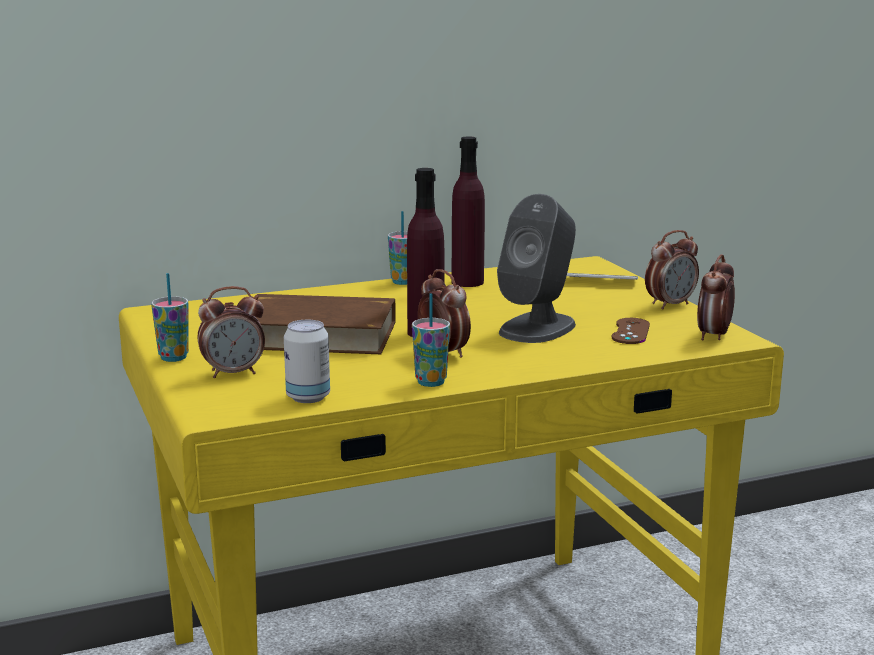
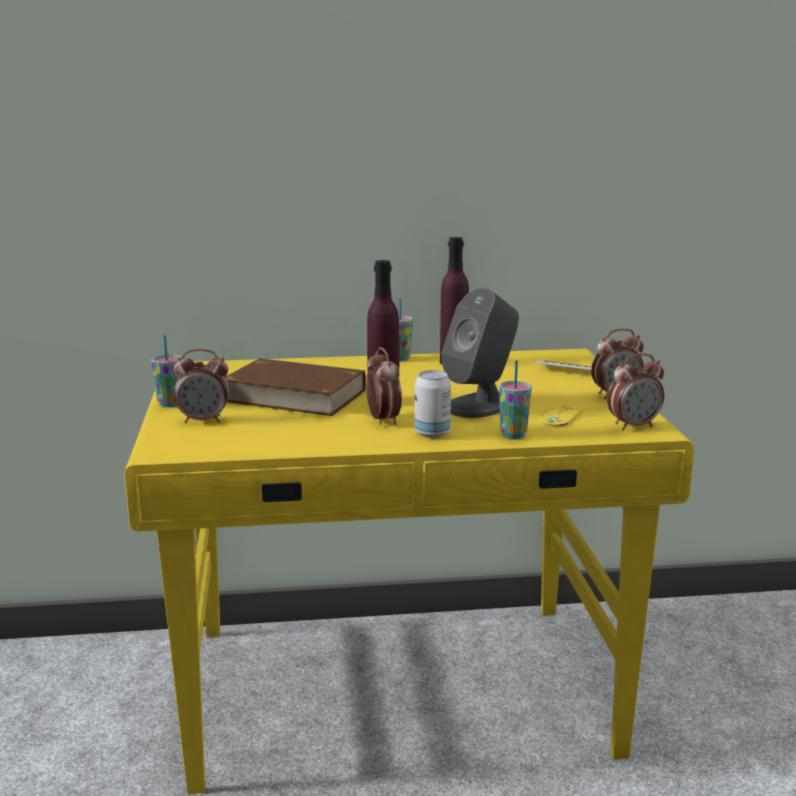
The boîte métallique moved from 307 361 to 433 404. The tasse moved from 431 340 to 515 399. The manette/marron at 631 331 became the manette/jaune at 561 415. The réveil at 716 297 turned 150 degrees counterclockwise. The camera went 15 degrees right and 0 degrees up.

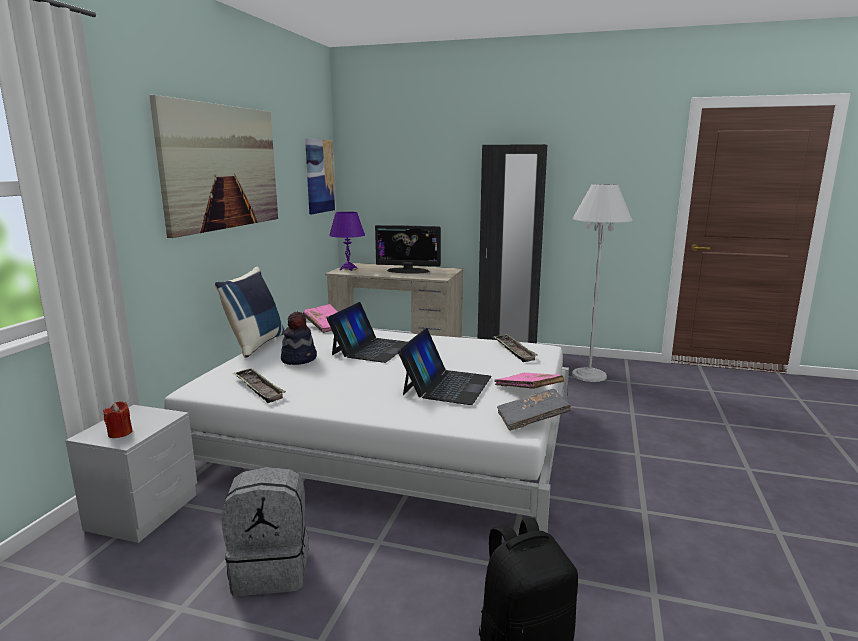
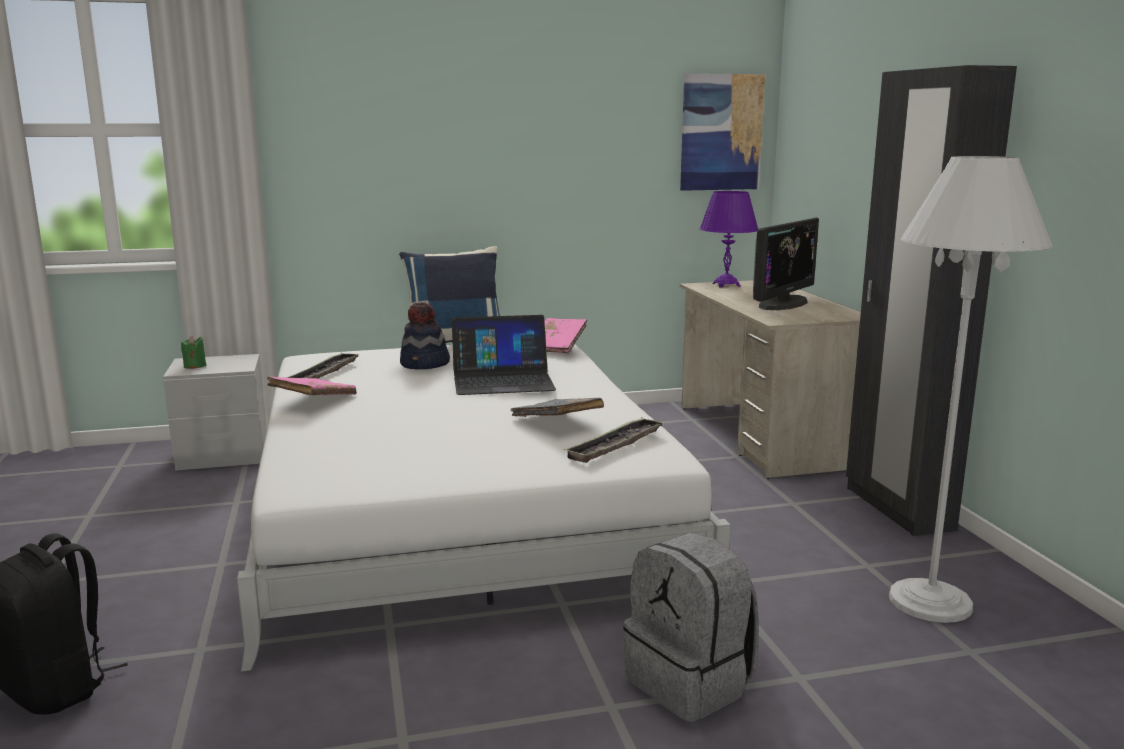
The tableau at 213 166 disappeared. The ordinateur portable at 445 366 disappeared. The sac à dos/gris moved from 265 531 to 691 627. The livre/rose moved from 529 381 to 312 386. The livre/gris moved from 534 410 to 557 407. The bougie/rouge at 118 419 became the bougie/vert at 193 352. The écran d'ordinateur at 408 249 turned 120 degrees counterclockwise. The camera went 60 degrees right and 0 degrees up.

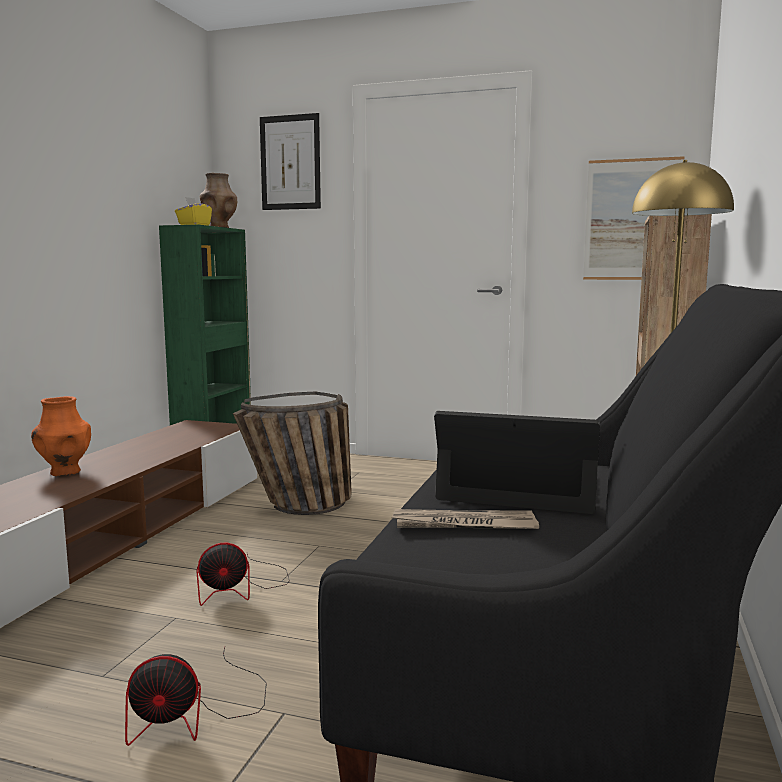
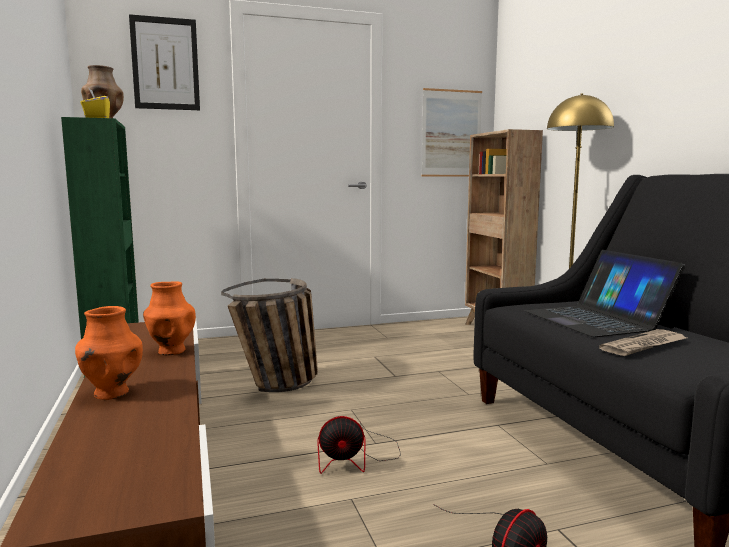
The vase/orange at 169 318 appeared. The ventilateur at 243 574 turned 45 degrees clockwise. The ordinateur portable at 517 462 turned 90 degrees counterclockwise. The camera went 35 degrees left and 0 degrees up.

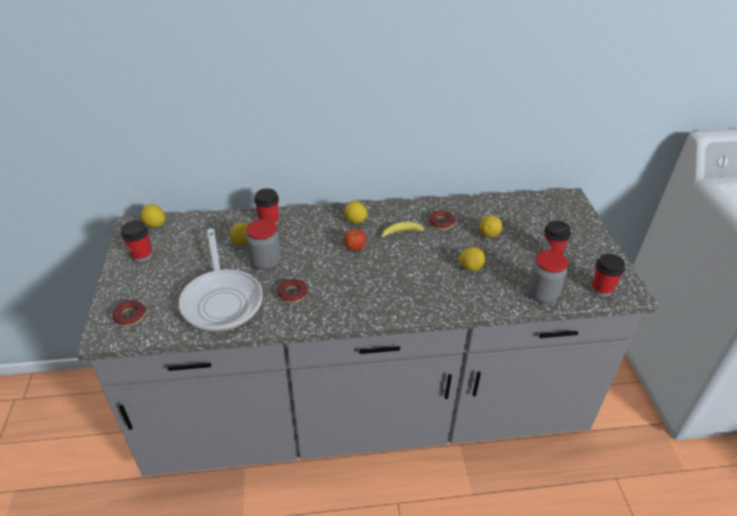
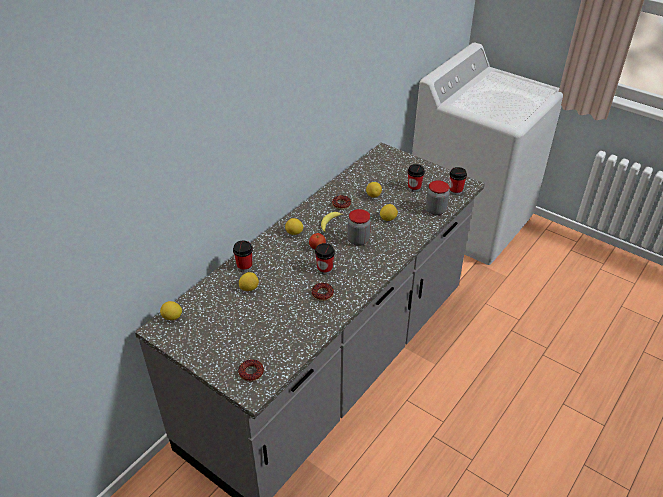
The poêle at 221 280 disappeared. The tasse moved from 136 241 to 325 258. The bocal moved from 263 244 to 359 227. The camera went 45 degrees left and 0 degrees up.

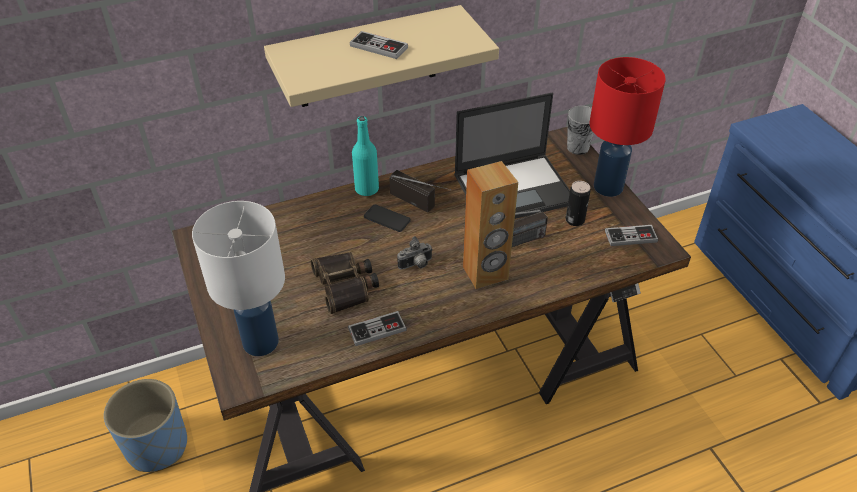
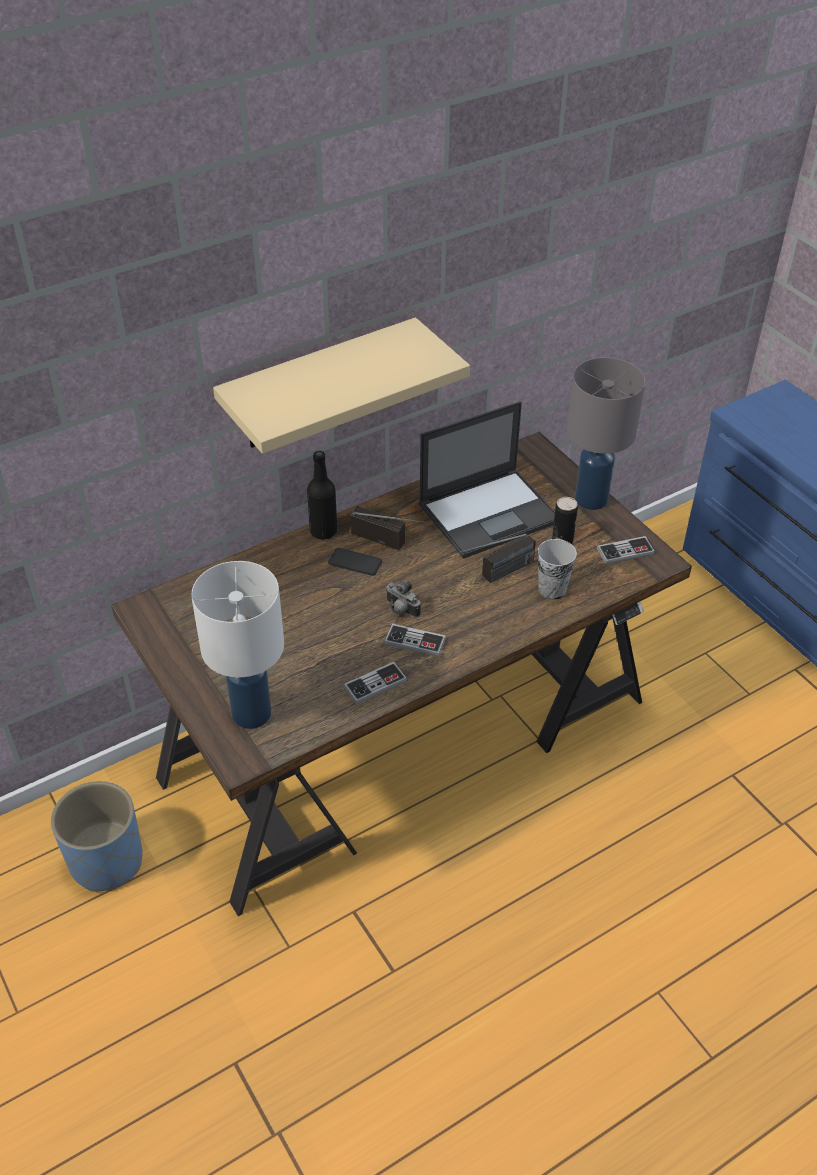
The jumelles at 345 283 disappeared. The enceinte/marron at 490 225 disappeared. The manette moved from 379 45 to 415 640. The tasse moved from 580 130 to 557 569. The bouteille/turquoise at 365 156 became the bouteille/noir at 322 495. The lampe de table/rouge at 627 127 became the lampe de table/gris at 606 433. The appareil photo at 415 253 turned 75 degrees clockwise. The camera went 10 degrees left and 0 degrees up.

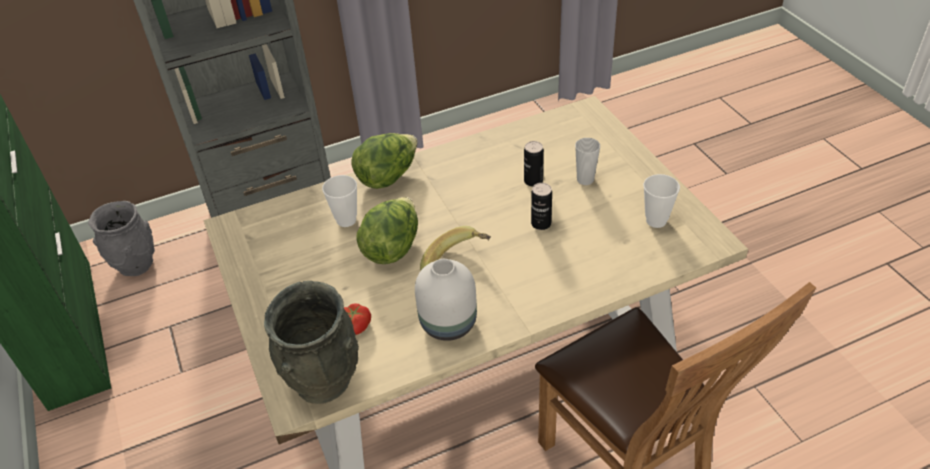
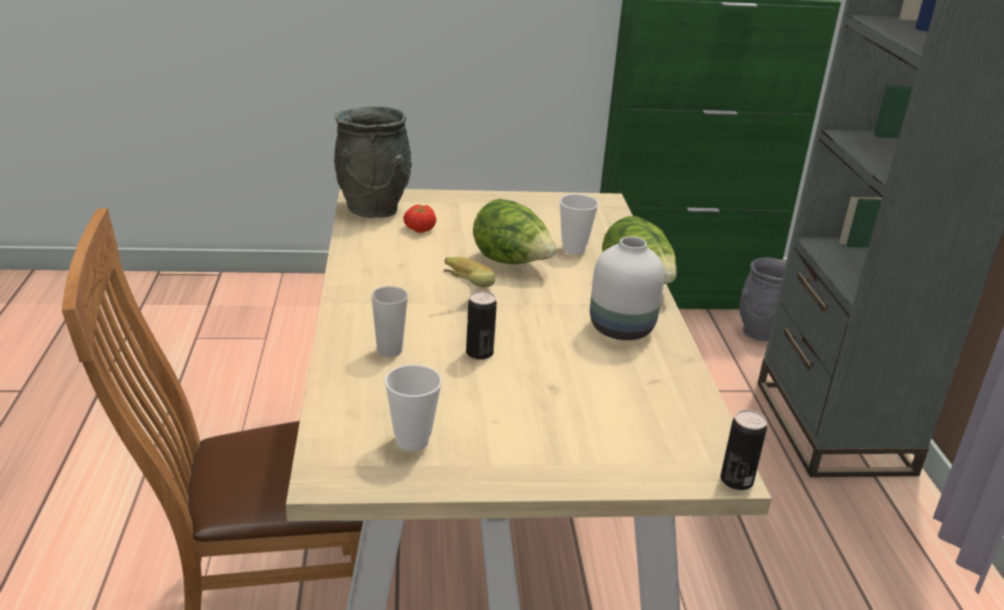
The vase/blanc moved from 446 300 to 627 288. The boîte métallique moved from 534 164 to 743 450. The tasse moved from 587 161 to 389 321. The camera went 105 degrees right and 15 degrees down.

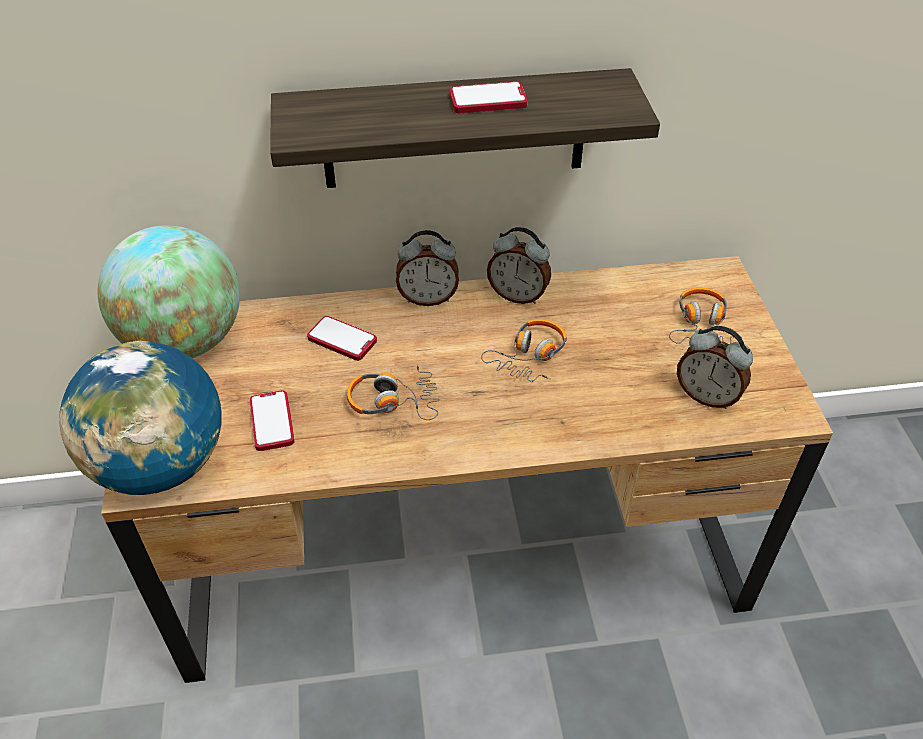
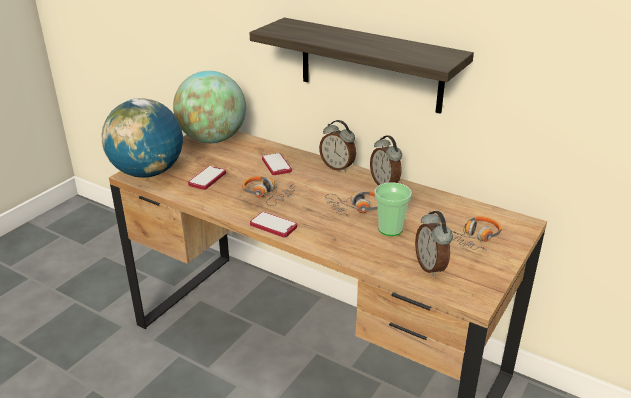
The tasse at 393 209 appeared. The téléphone moved from 488 97 to 273 225. The camera went 40 degrees right and 15 degrees down.

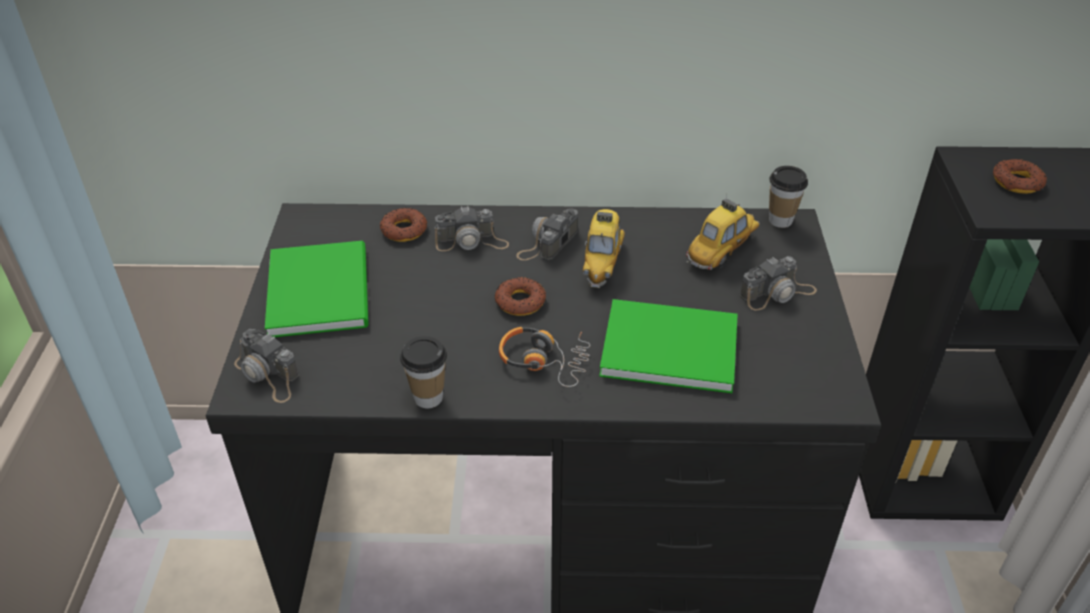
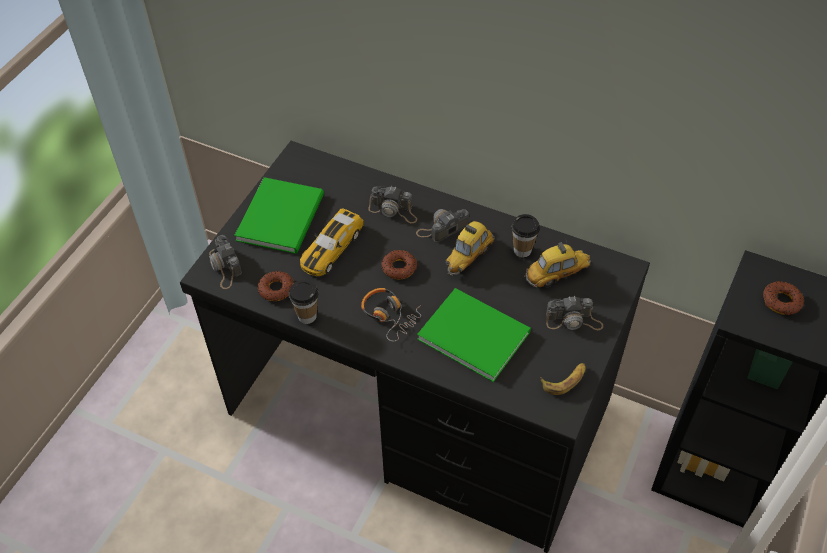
The petite voiture at 332 242 appeared. The banane at 563 379 appeared. The beignet moved from 403 225 to 276 286. The tasse moved from 788 197 to 525 236. The camera went 25 degrees right and 10 degrees up.

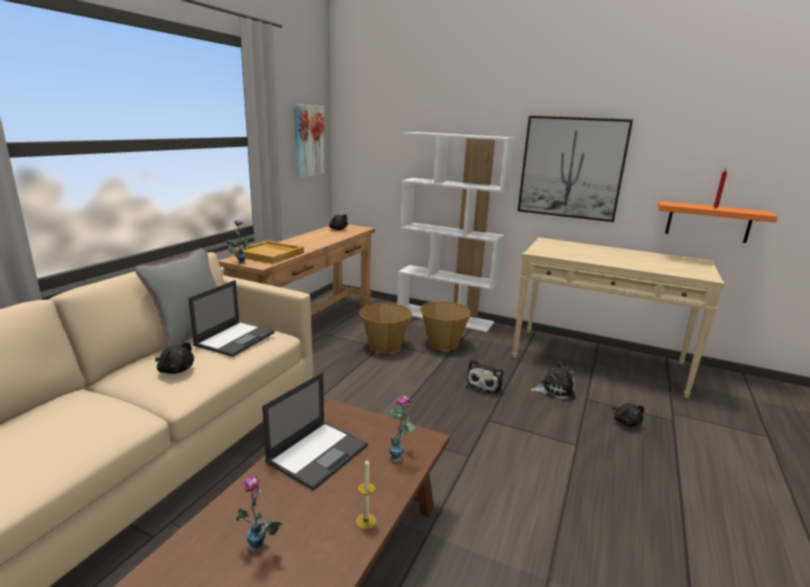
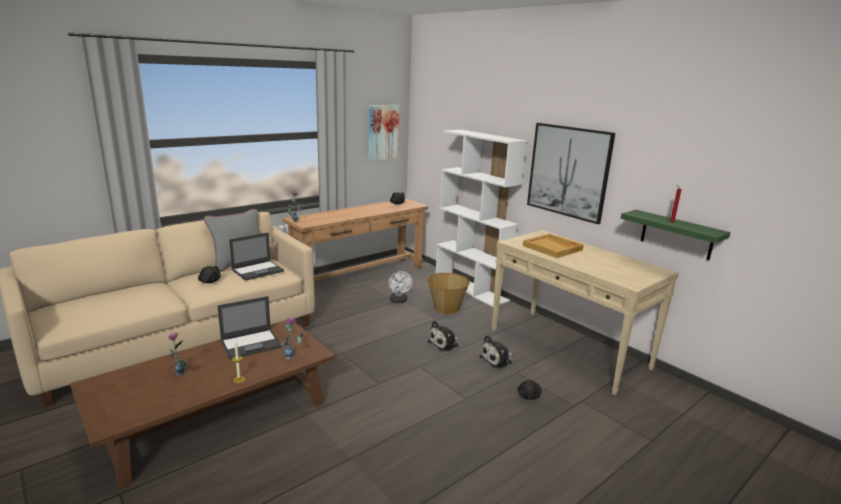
The plateau/beige moved from 269 252 to 553 246. The panier at 385 328 was replaced by the ventilateur/blanc at 400 287. The étagère/orange at 718 222 became the étagère/vert at 675 235. The peluche at 553 380 turned 120 degrees clockwise. The camera went 25 degrees right and 0 degrees up.

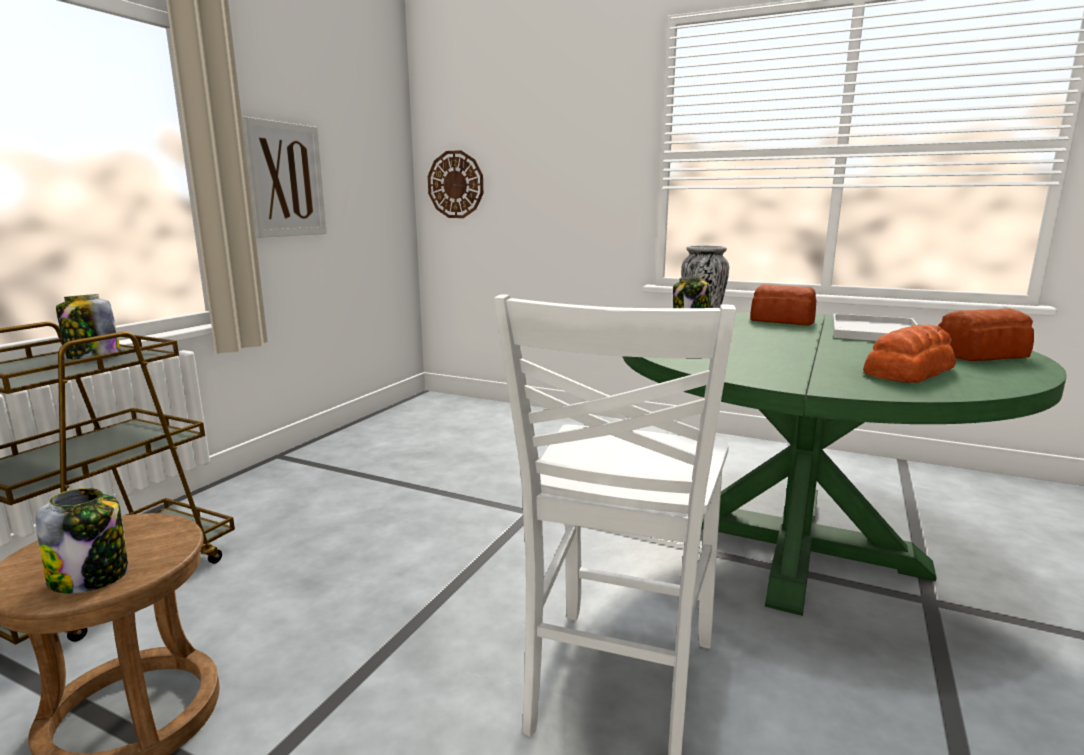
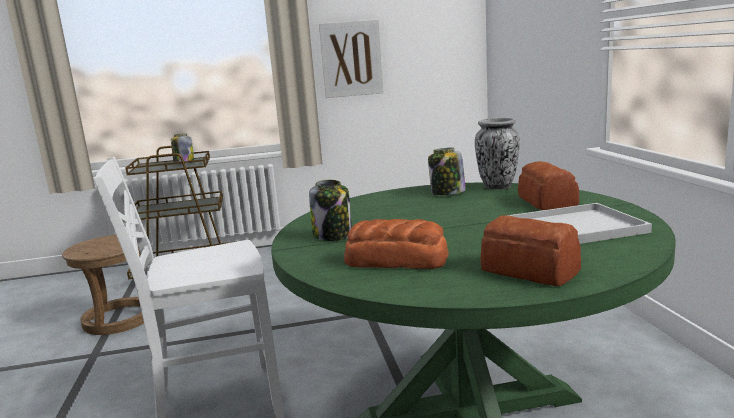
The horloge murale at 455 184 disappeared. The bocal moved from 81 540 to 330 210. The camera went 55 degrees right and 0 degrees up.

